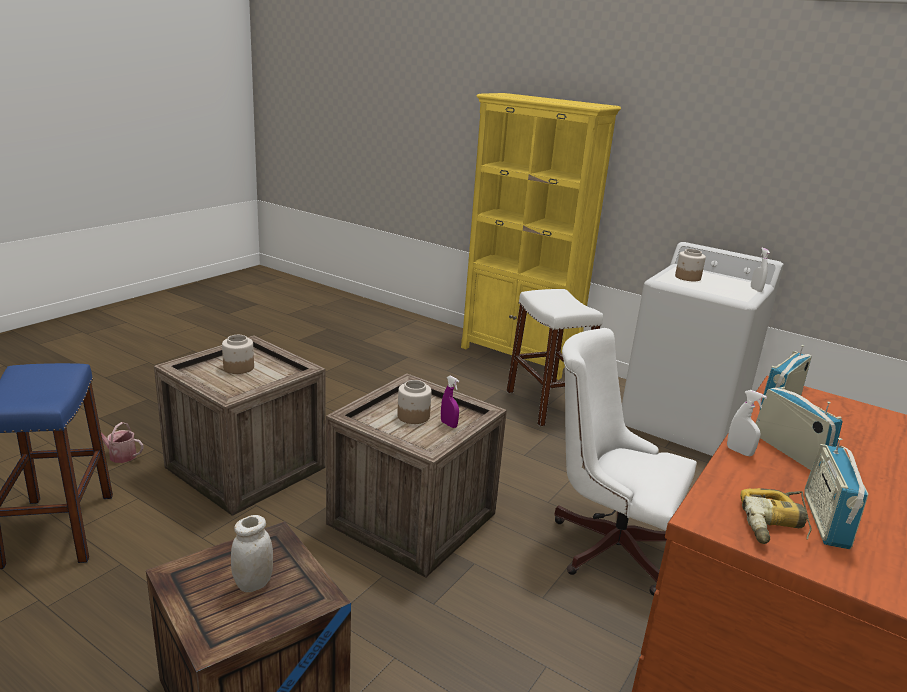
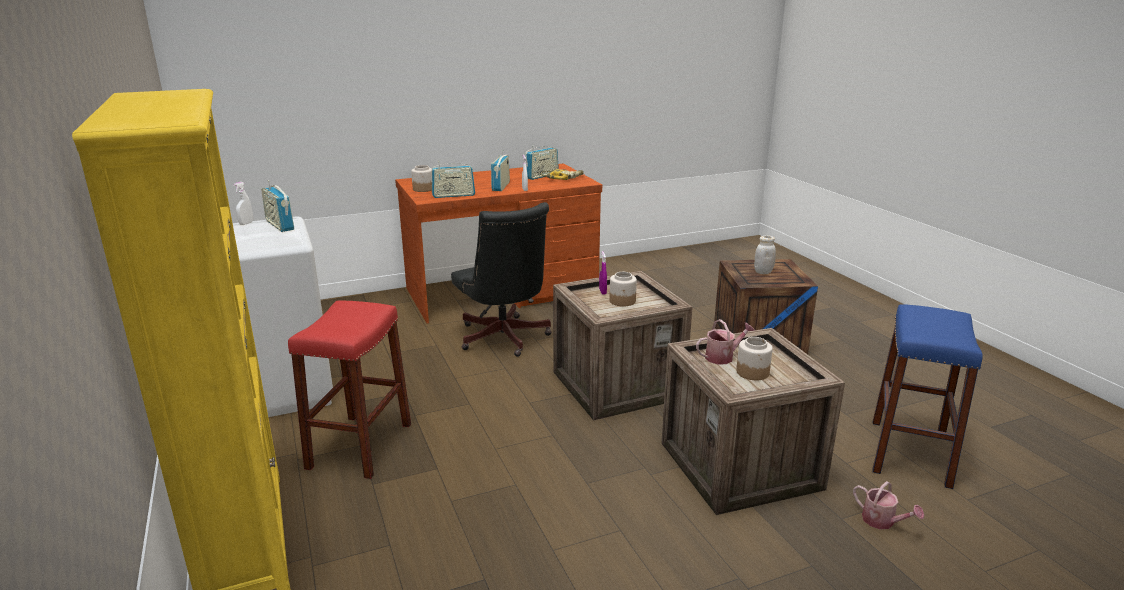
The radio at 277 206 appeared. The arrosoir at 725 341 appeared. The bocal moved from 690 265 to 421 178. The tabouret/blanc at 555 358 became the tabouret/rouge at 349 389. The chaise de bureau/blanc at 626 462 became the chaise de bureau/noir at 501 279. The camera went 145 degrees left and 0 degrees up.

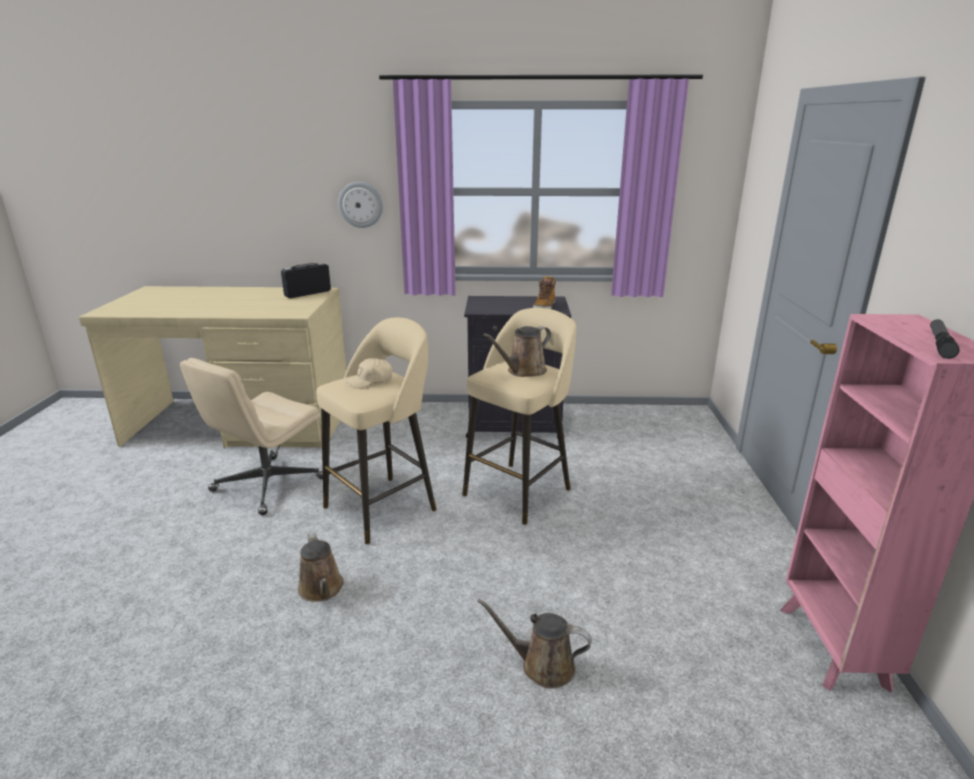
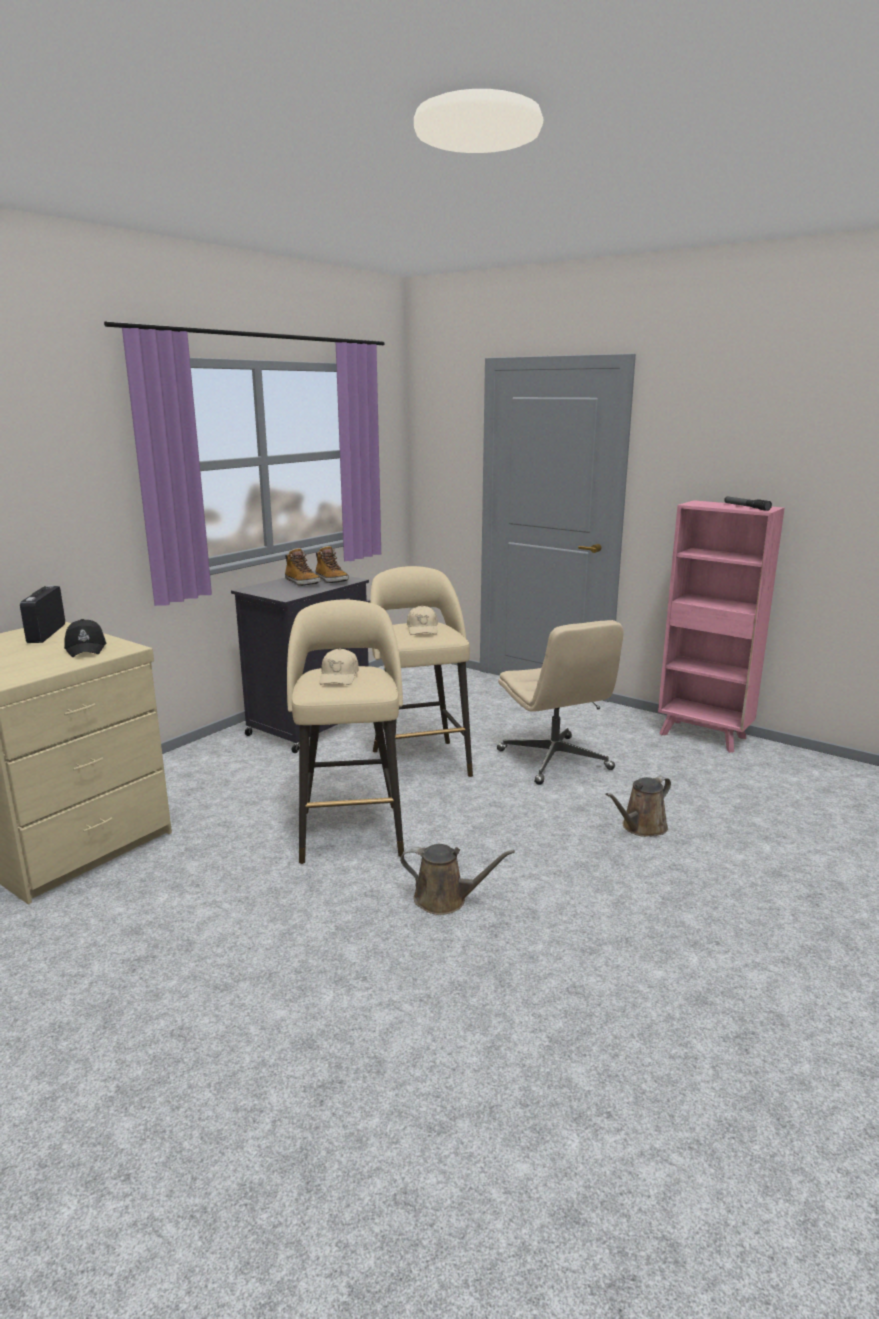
The horloge murale at 360 205 disappeared. The casquette/noir at 85 638 appeared. The botte at 303 567 appeared. The chaise de bureau/beige moved from 251 436 to 560 702. The arrosoir/marron at 517 351 was replaced by the casquette/beige at 422 620. The camera went 55 degrees left and 5 degrees down.

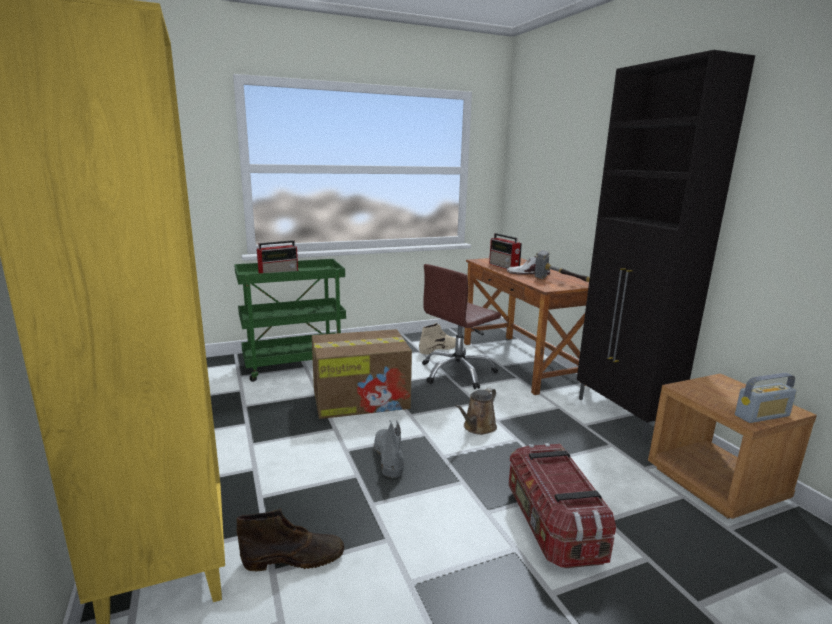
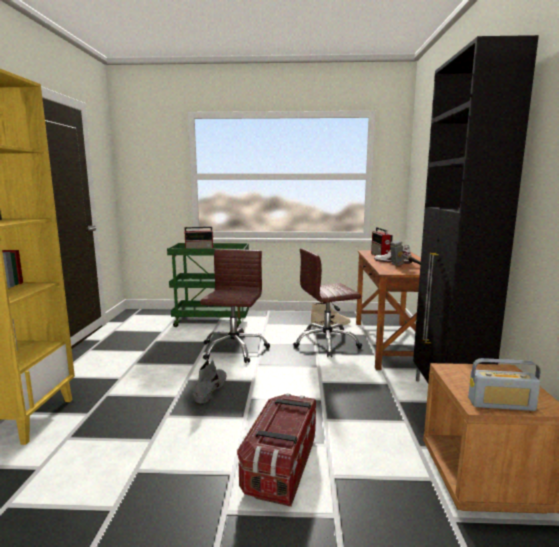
The botte/marron at 290 539 disappeared. The arrosoir/marron at 476 411 disappeared. The carton at 362 374 was replaced by the chaise de bureau/marron at 235 306. The camera went 25 degrees right and 5 degrees down.

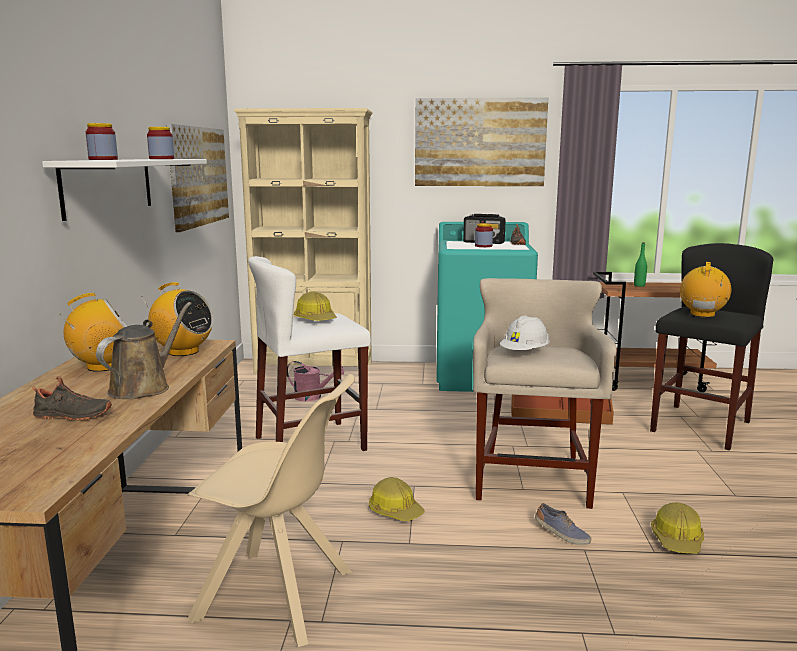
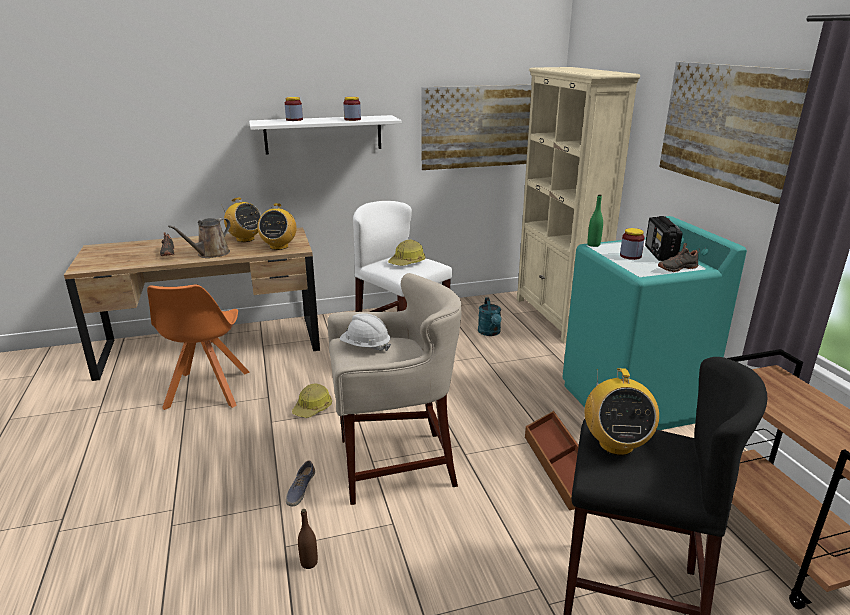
The bouteille/vert moved from 640 265 to 595 220. The casque de chantier at 677 528 was replaced by the bouteille/marron at 308 539. The chaise/beige at 271 510 became the chaise/orange at 198 347. The arrosoir/rose at 315 381 became the arrosoir/turquoise at 489 316. The arrosoir/marron at 144 350 turned 120 degrees clockwise. The radio at 705 289 turned 90 degrees clockwise. The camera went 70 degrees right and 10 degrees up.

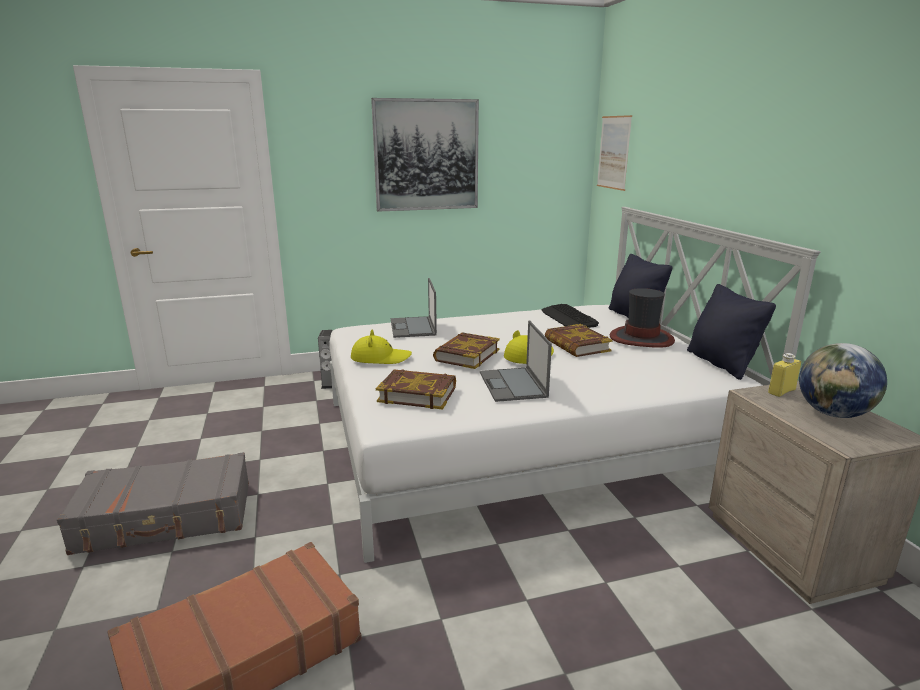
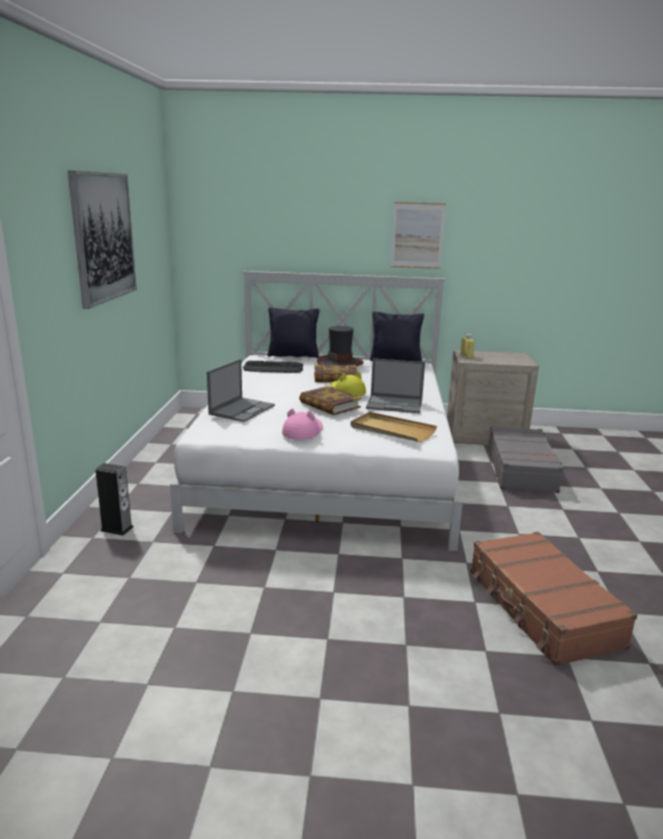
The globe at 843 380 disappeared. The valise/gris moved from 153 503 to 526 459. The tableau moved from 614 153 to 418 235. The livre at 416 389 was replaced by the plateau/beige at 394 427. The chapeau/jaune at 381 347 became the chapeau/rose at 302 424. The ordinateur portable at 414 308 turned 75 degrees counterclockwise. The camera went 70 degrees left and 0 degrees up.

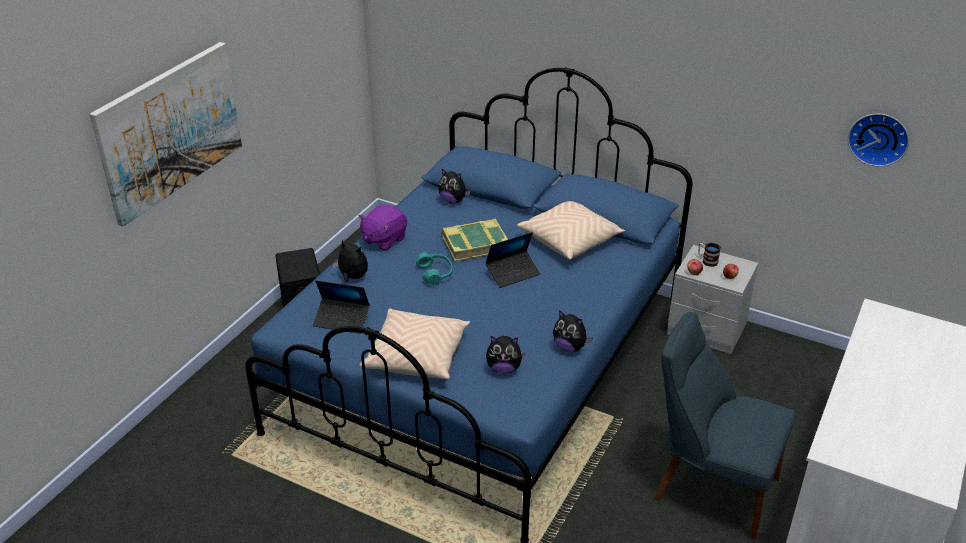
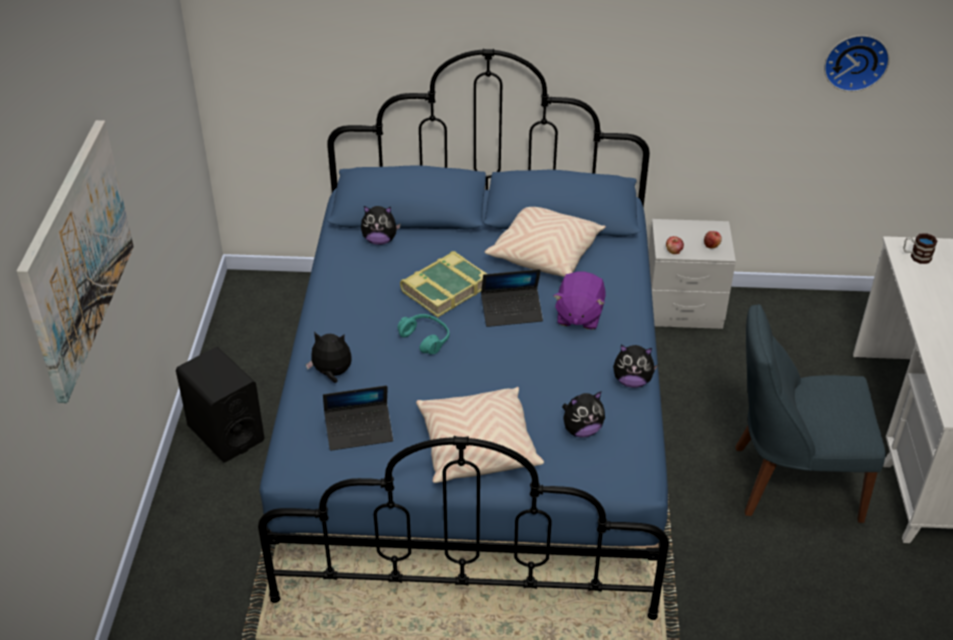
The peluche/violet moved from 383 228 to 579 301. The mug moved from 709 255 to 920 248. The ordinateur portable at 513 260 turned 45 degrees clockwise. The camera went 25 degrees left and 5 degrees up.

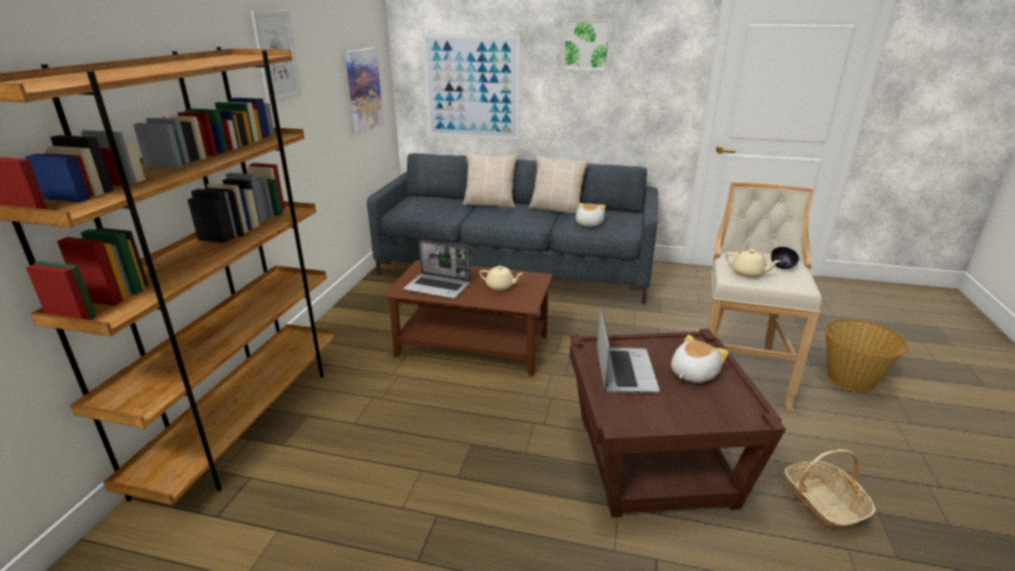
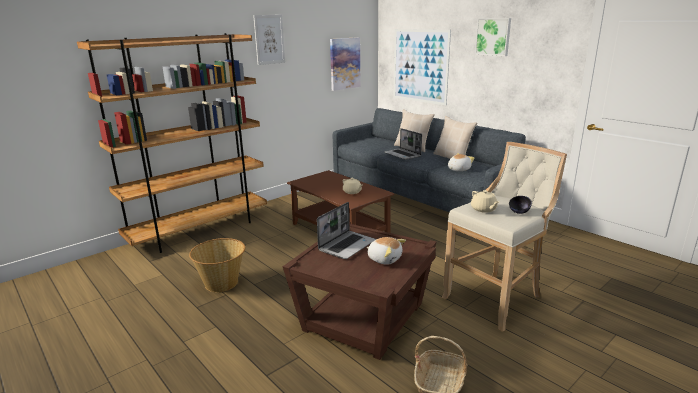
The ordinateur portable moved from 437 269 to 403 144. The panier moved from 866 355 to 217 265. The peluche at 700 359 turned 45 degrees clockwise. The camera went 35 degrees right and 5 degrees down.

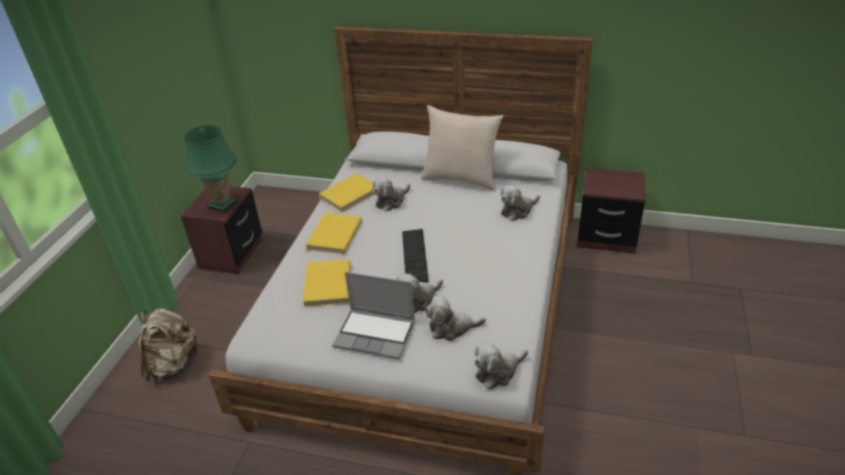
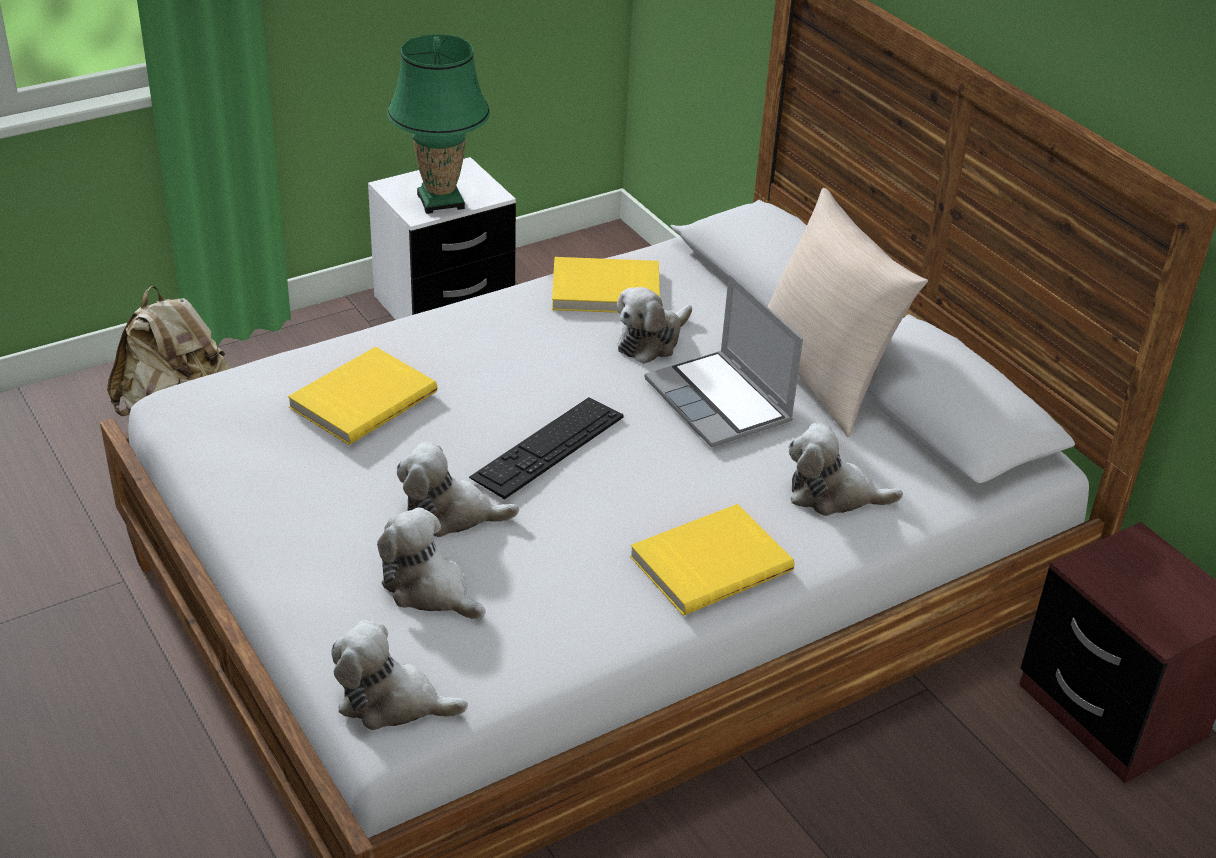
The livre/jaune moved from 333 233 to 712 560. The ordinateur portable moved from 373 315 to 724 361. The table de chevet/marron at 221 230 became the table de chevet/blanc at 442 238. The peluche at 391 194 turned 45 degrees counterclockwise. The camera went 40 degrees right and 0 degrees up.

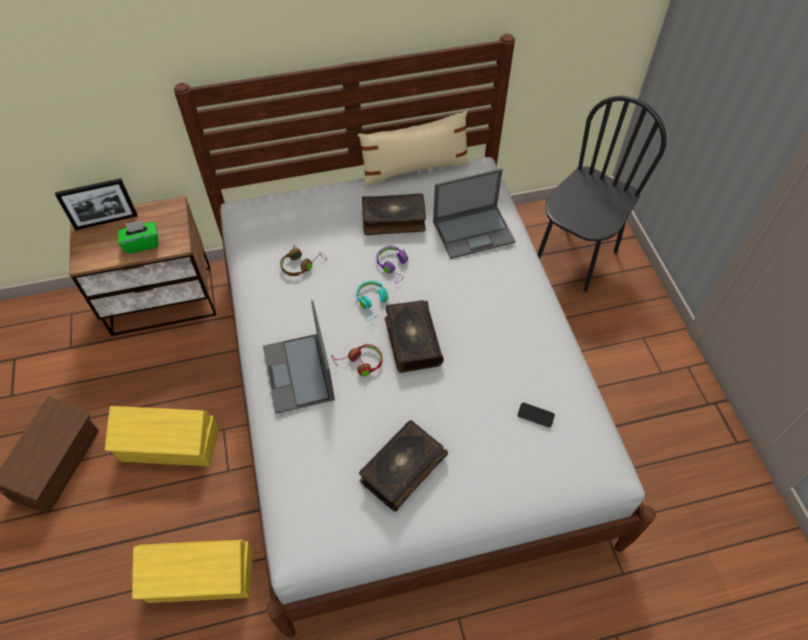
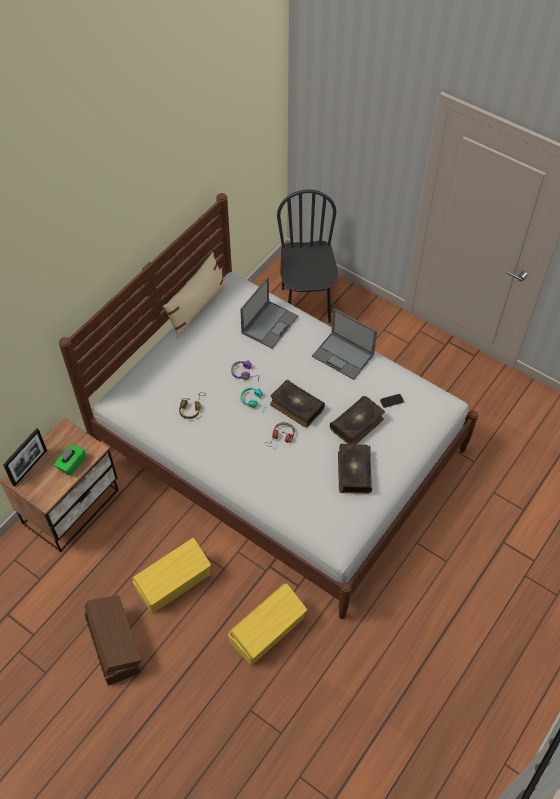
The ordinateur portable moved from 299 357 to 344 344. The livre moved from 394 214 to 357 420. The camera went 40 degrees left and 0 degrees up.

